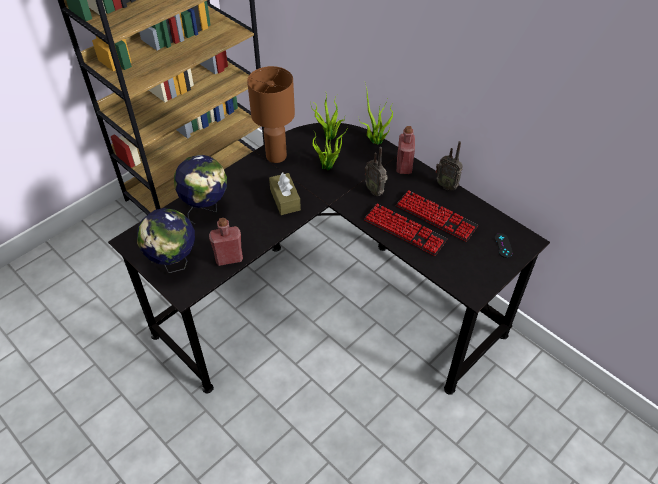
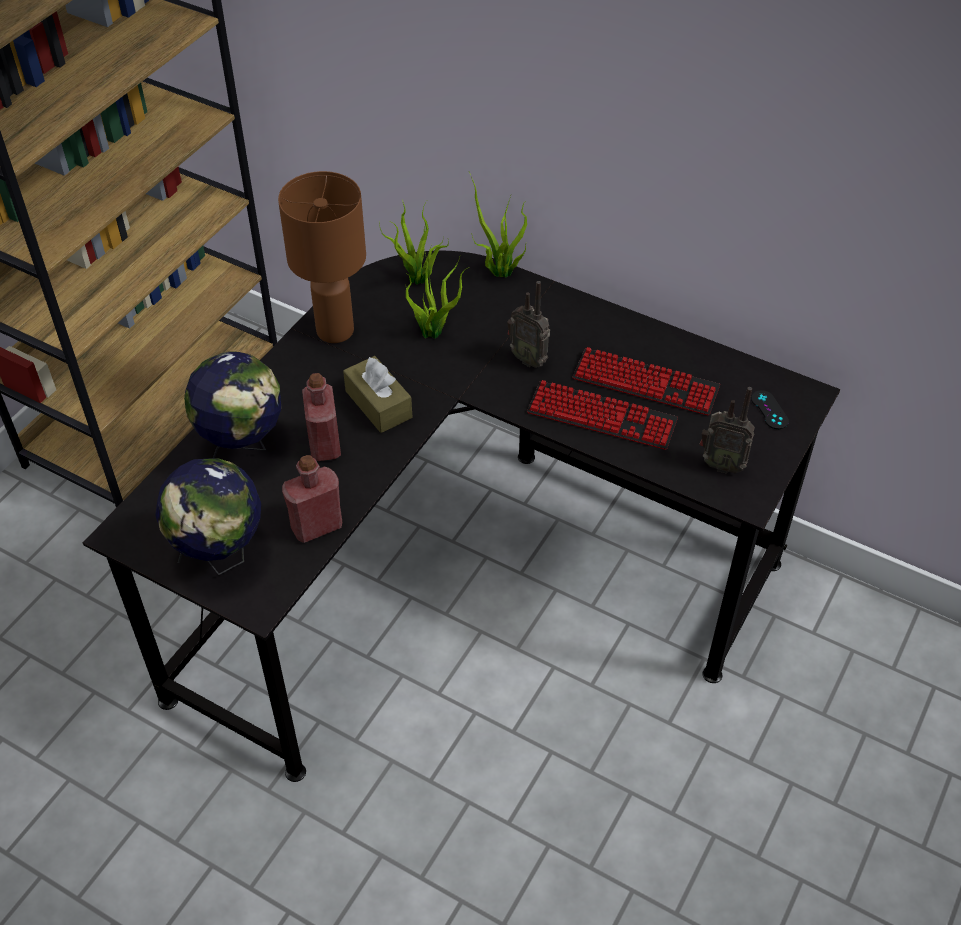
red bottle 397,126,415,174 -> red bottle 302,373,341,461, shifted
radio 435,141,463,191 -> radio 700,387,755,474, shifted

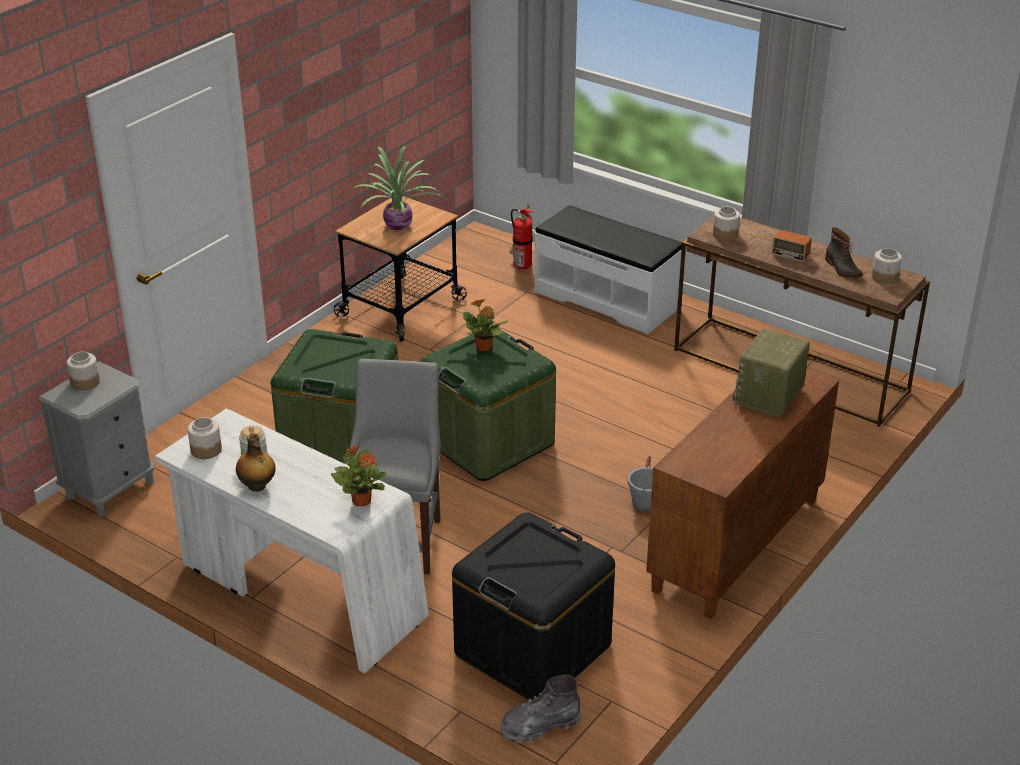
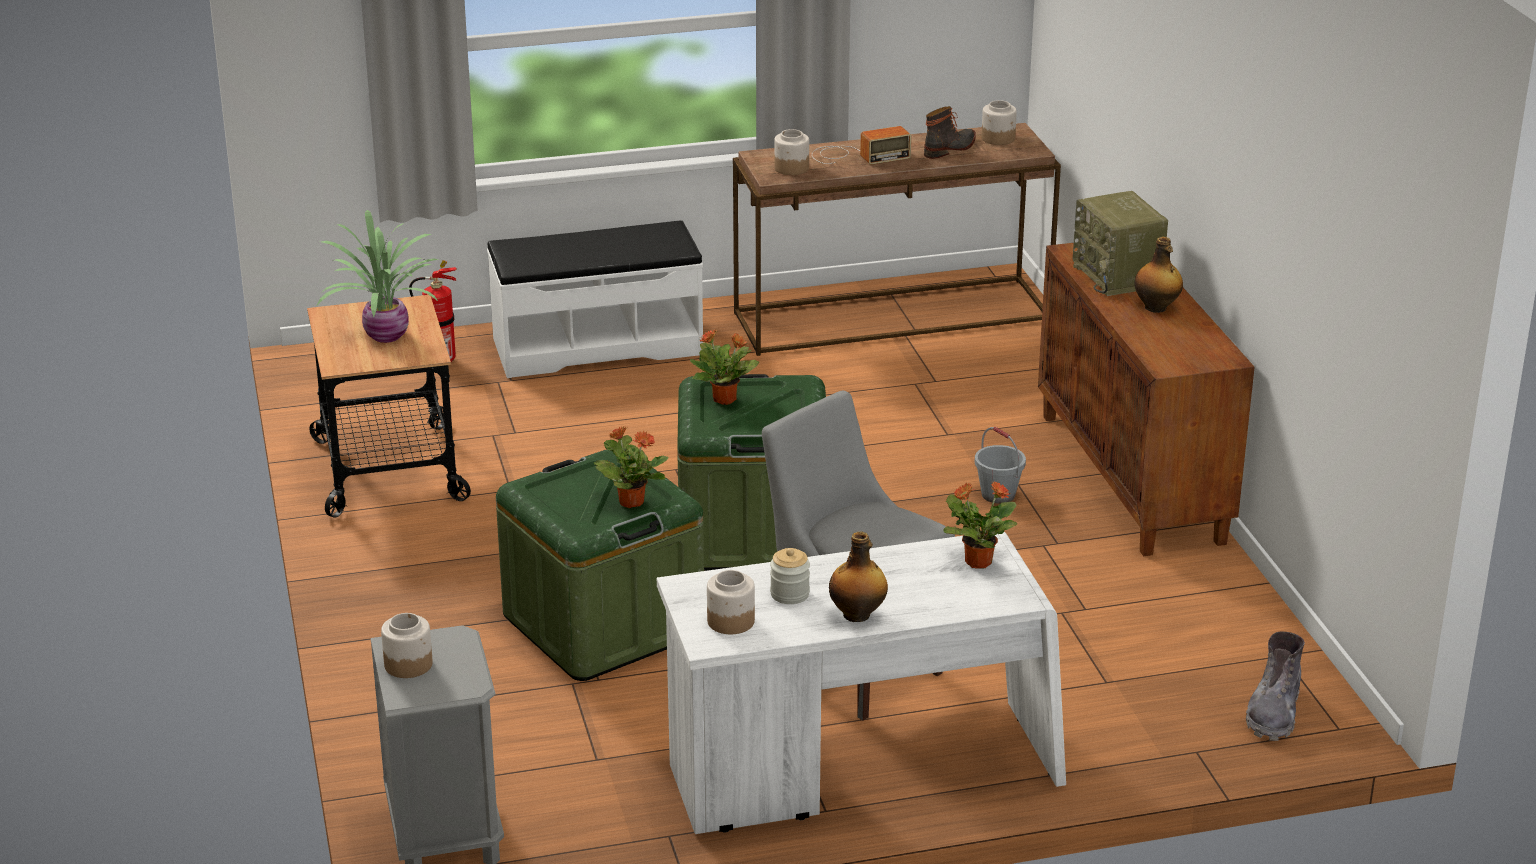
black storage box 452,512,615,700 -> none
none -> potted plant 593,426,668,508
none -> bottle 1135,237,1183,313
boot 825,227,863,277 -> boot 924,106,976,159, 60 degrees counterclockwise

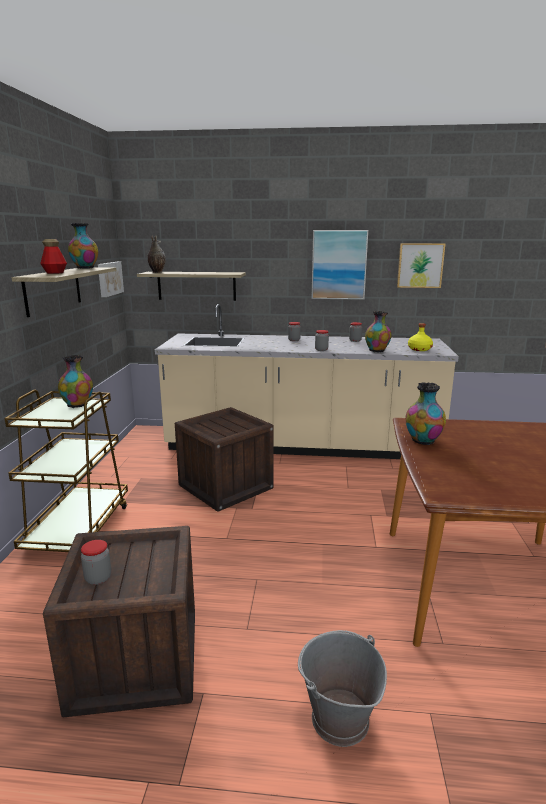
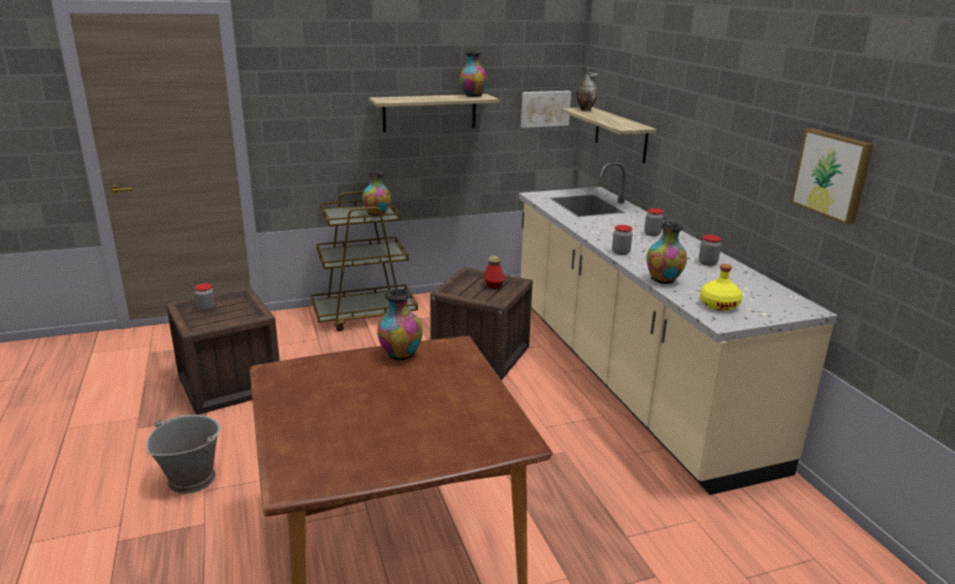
picture 311,230,368,300 -> none
bottle 40,239,67,274 -> bottle 484,255,505,289, shifted

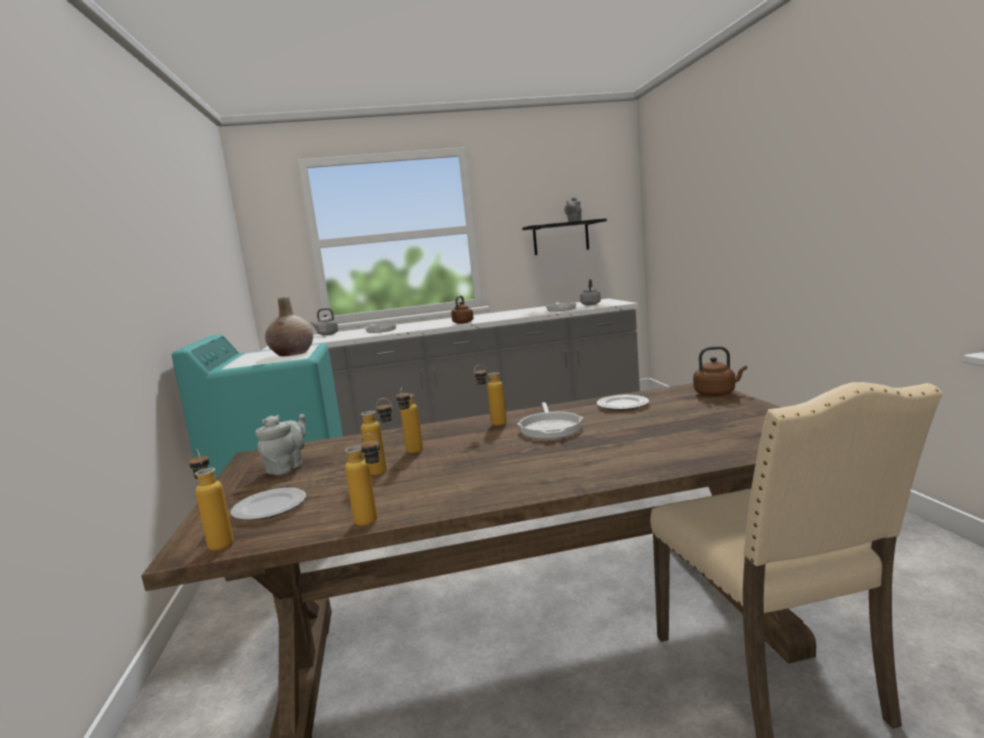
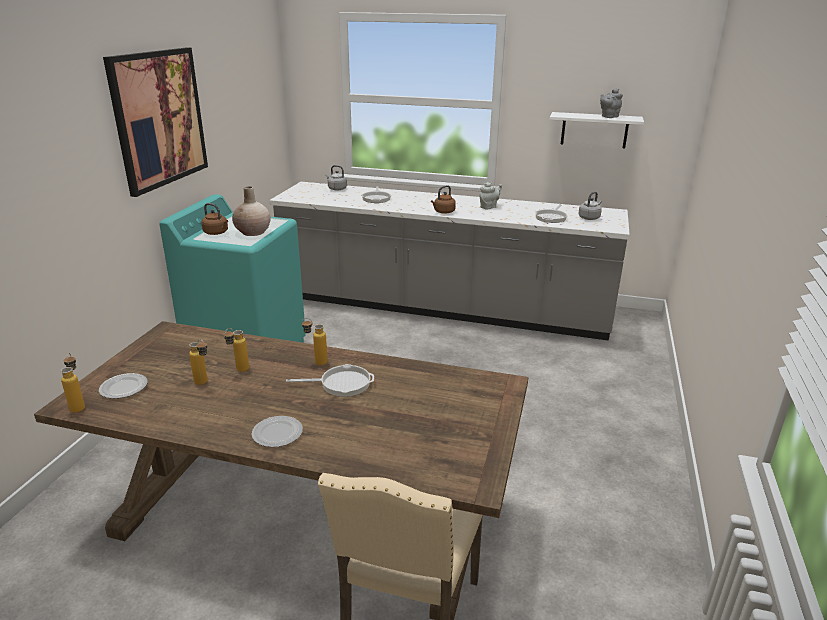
bottle 345,433,380,526 -> none
none -> picture 103,47,208,197
grey teapot 255,414,306,475 -> grey teapot 479,182,502,209, shifted
plate 597,395,649,411 -> plate 252,416,303,447, shifted
brown kettle 693,346,747,396 -> brown kettle 202,203,228,235, shifted
black shelf 522,218,607,255 -> white shelf 550,112,644,148
frying pan 517,402,583,439 -> frying pan 286,364,374,397, 120 degrees counterclockwise

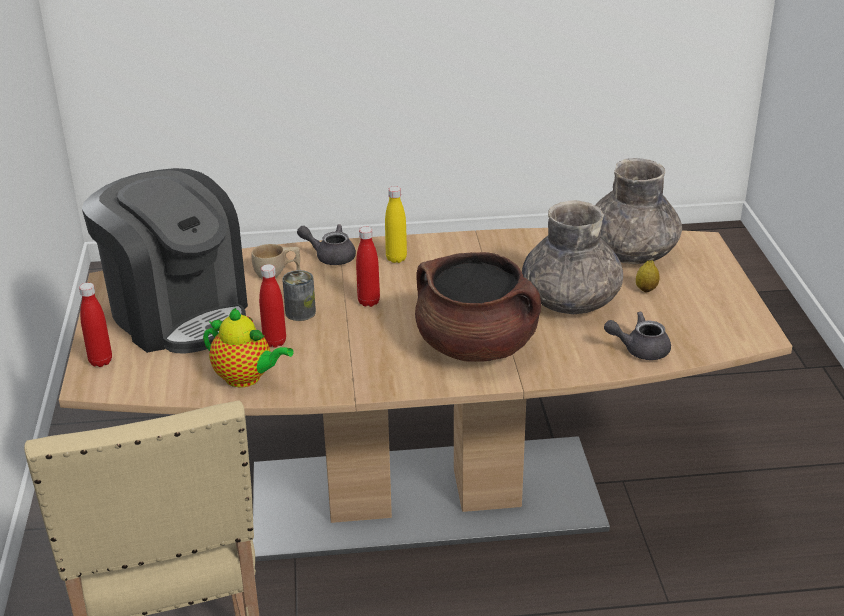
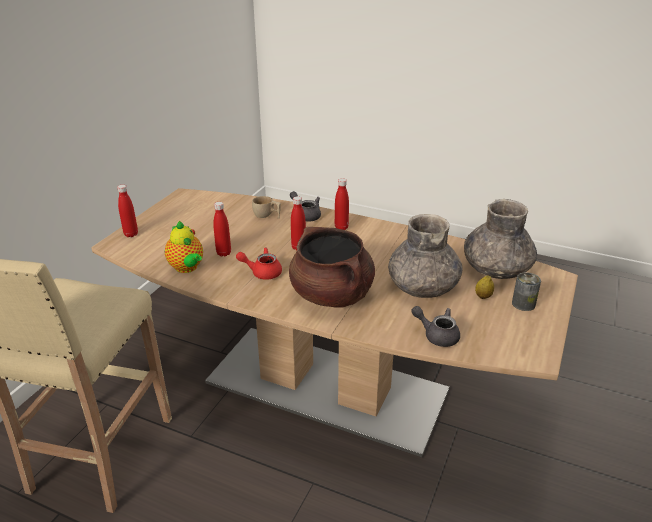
coffee machine 82,168,248,354 -> none
none -> red teapot 236,248,282,280
can 282,270,316,321 -> can 512,272,541,311, shifted
yellow bottle 385,186,407,263 -> red bottle 335,178,349,230

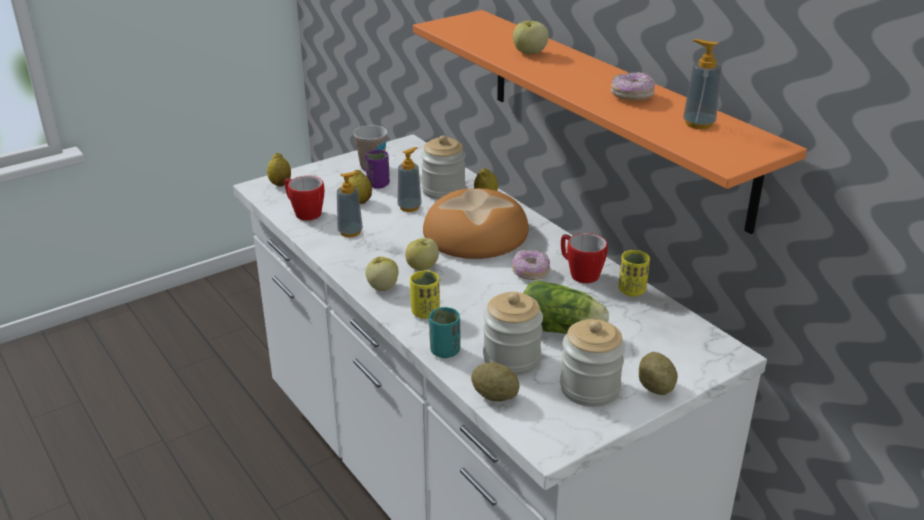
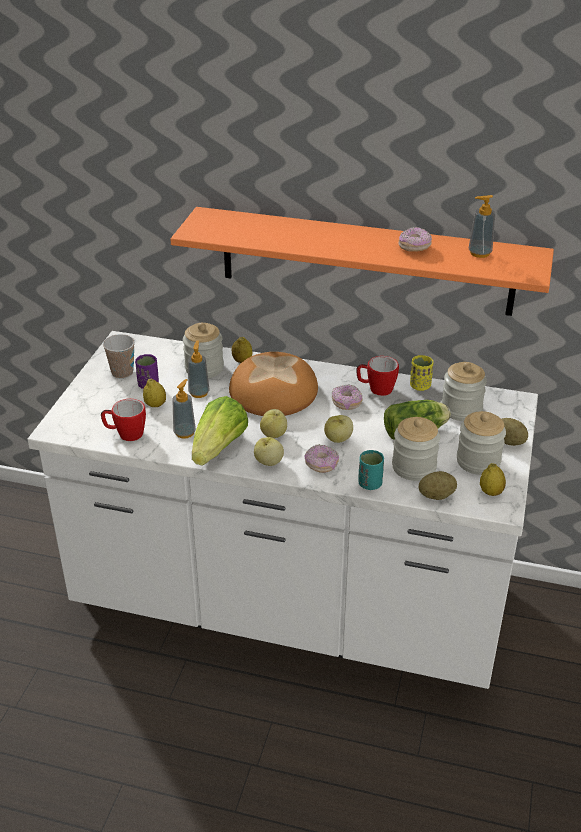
none -> lettuce 192,396,248,466
none -> jar 441,362,487,421
lemon 267,153,291,187 -> lemon 480,463,506,496, shifted
apple 513,21,549,54 -> apple 324,415,353,443, shifted
yellow cup 410,270,440,319 -> donut 304,444,339,473

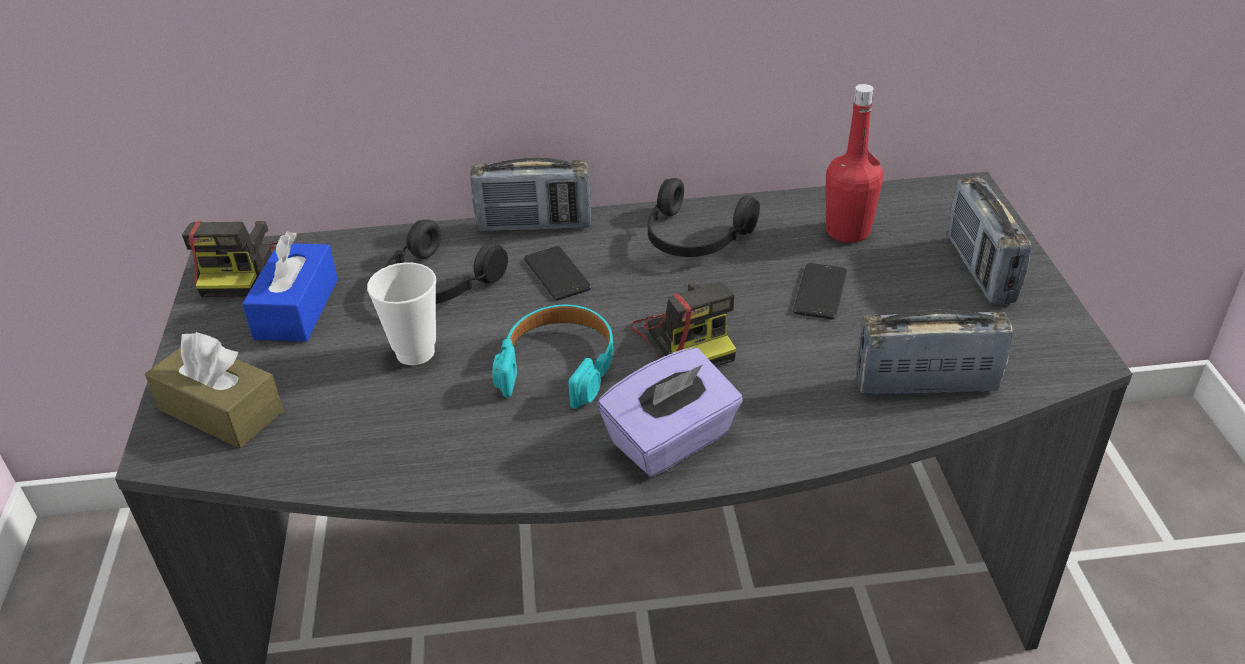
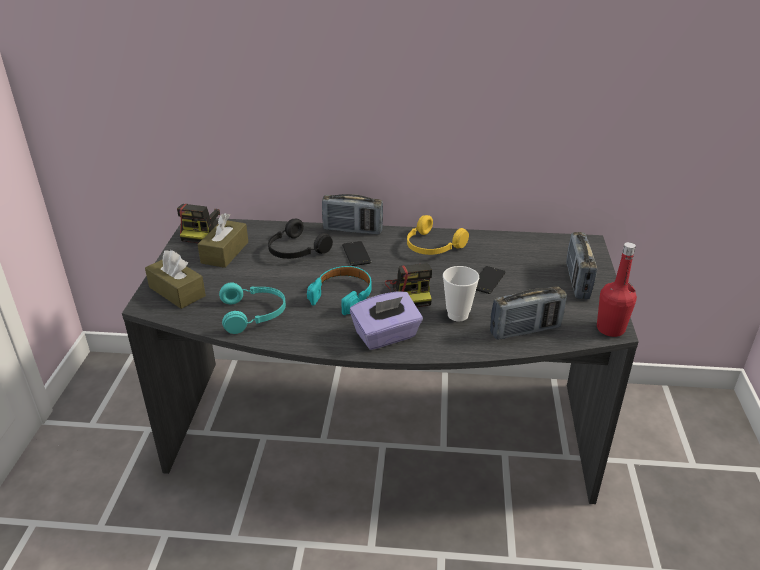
none -> turquoise headphones 219,283,286,334
cup 367,262,436,365 -> cup 443,266,479,321, shifted
red bottle 826,84,883,243 -> red bottle 597,242,637,337, shifted
blue tissue box 242,231,338,342 -> brown tissue box 198,213,248,268
black headphones 648,178,760,257 -> yellow headphones 407,215,469,255
radio 856,310,1013,395 -> radio 490,286,567,340, 150 degrees clockwise

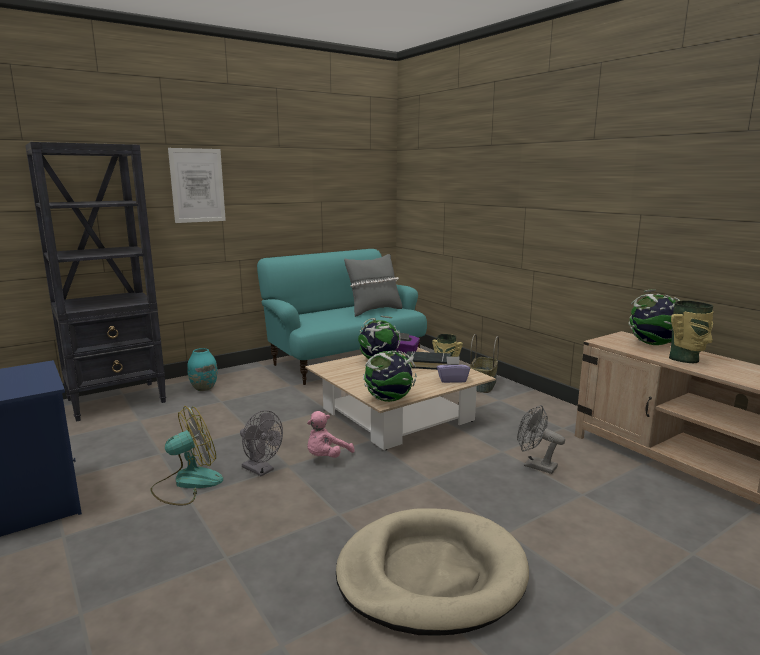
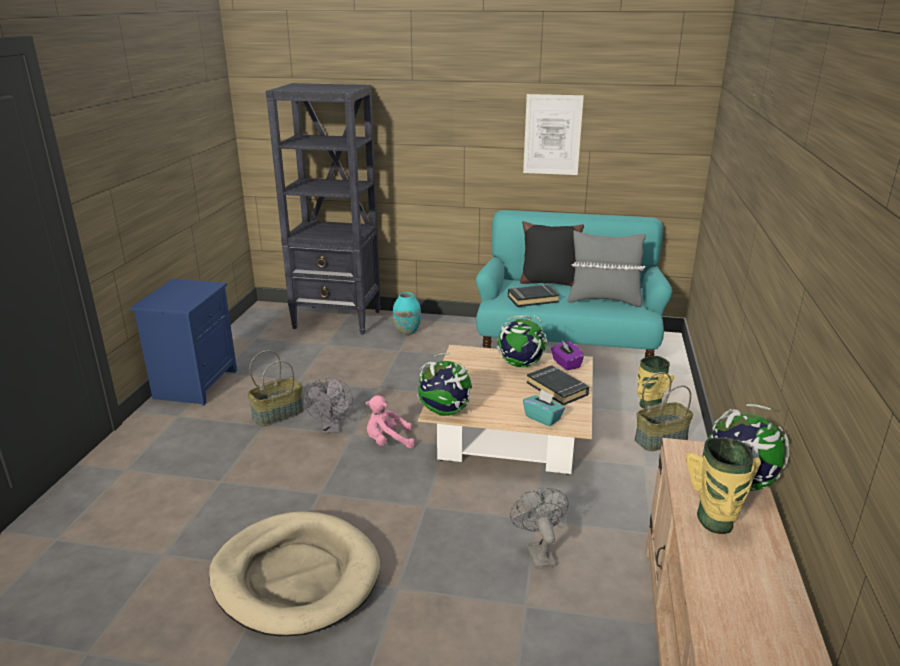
none -> black book 508,285,560,307
none -> black pillow 520,221,584,286
picture 168,148,226,223 -> picture 523,94,584,175, shifted
fan 150,406,223,506 -> basket 247,350,304,426
purple tissue box 437,356,470,383 -> turquoise tissue box 523,389,565,426

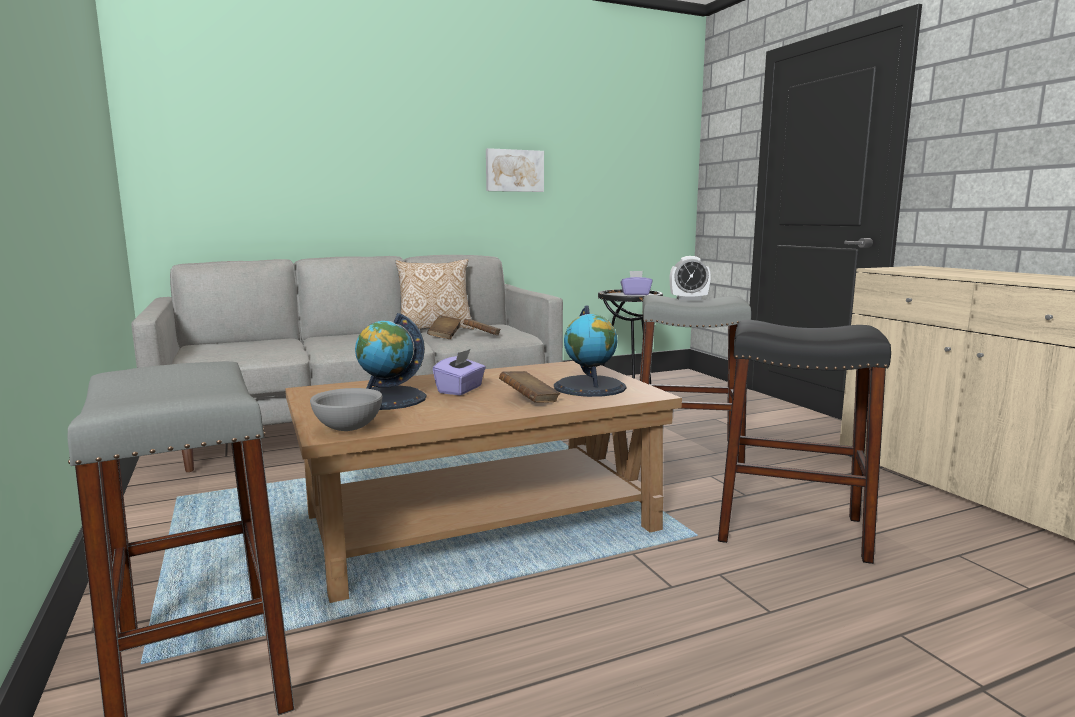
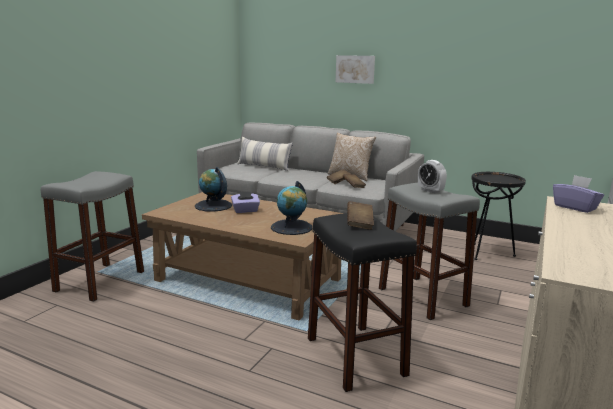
grey bowl 310,388,382,431 -> none
none -> pillow 237,137,293,171
picture 486,148,544,192 -> picture 336,55,375,84, shifted
brown book 499,371,560,403 -> brown book 347,201,374,230, shifted
purple tissue box 620,271,652,295 -> purple tissue box 553,175,604,213, shifted

